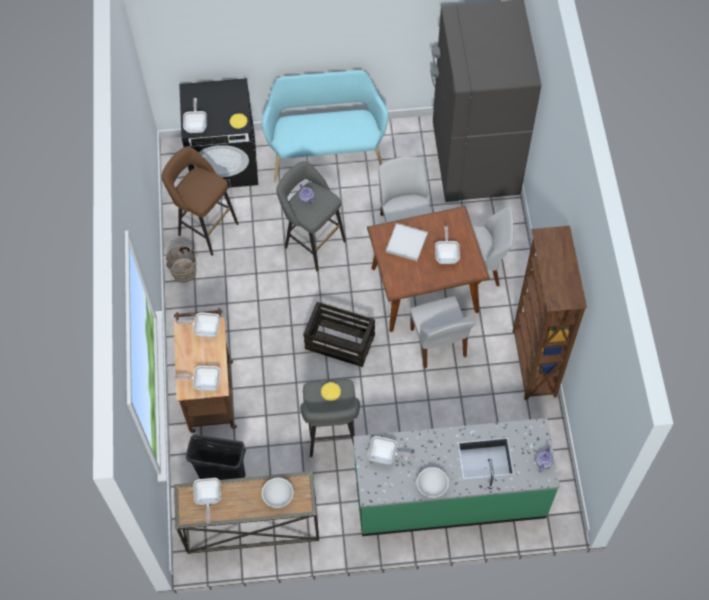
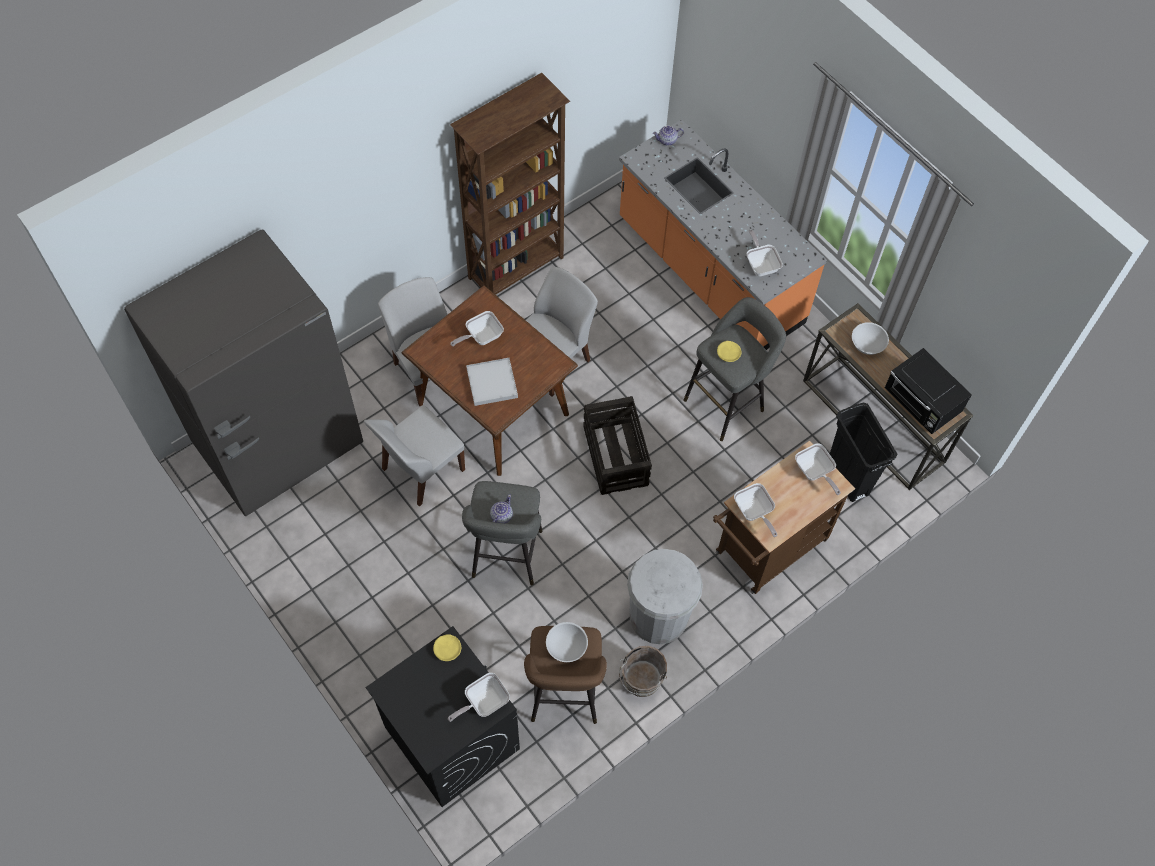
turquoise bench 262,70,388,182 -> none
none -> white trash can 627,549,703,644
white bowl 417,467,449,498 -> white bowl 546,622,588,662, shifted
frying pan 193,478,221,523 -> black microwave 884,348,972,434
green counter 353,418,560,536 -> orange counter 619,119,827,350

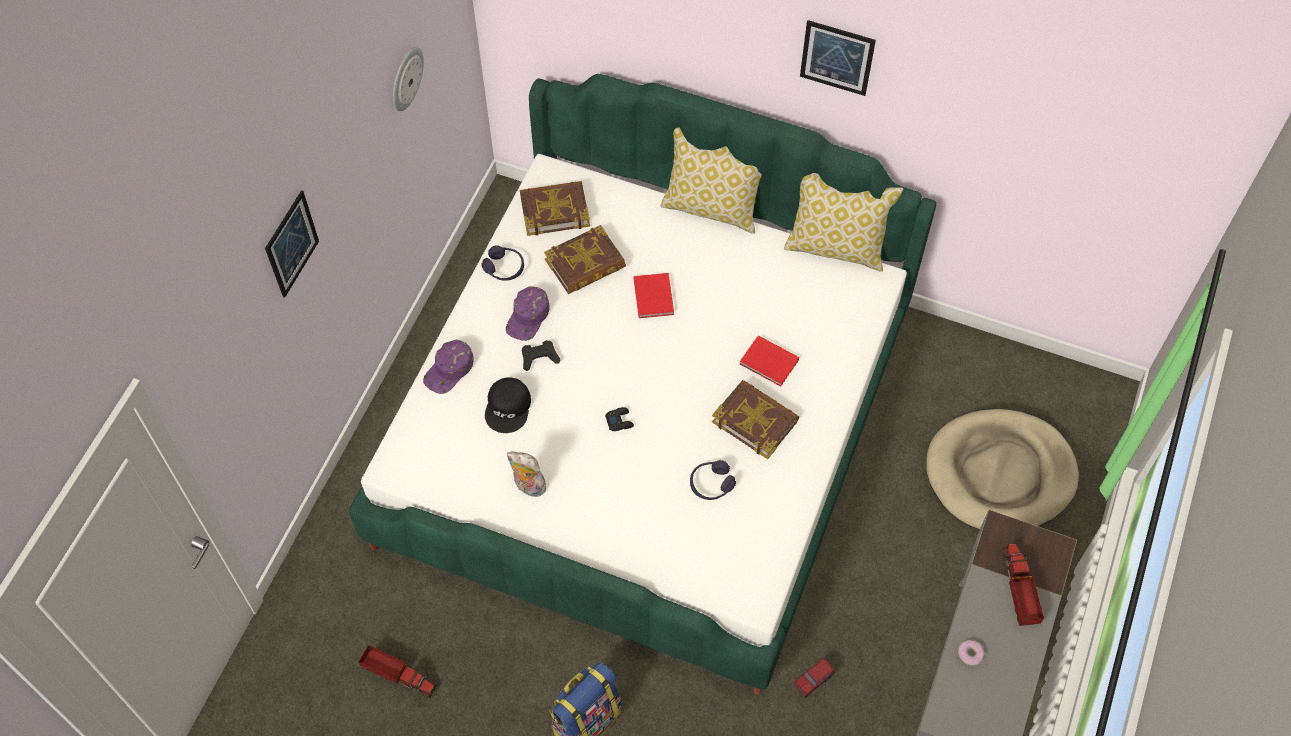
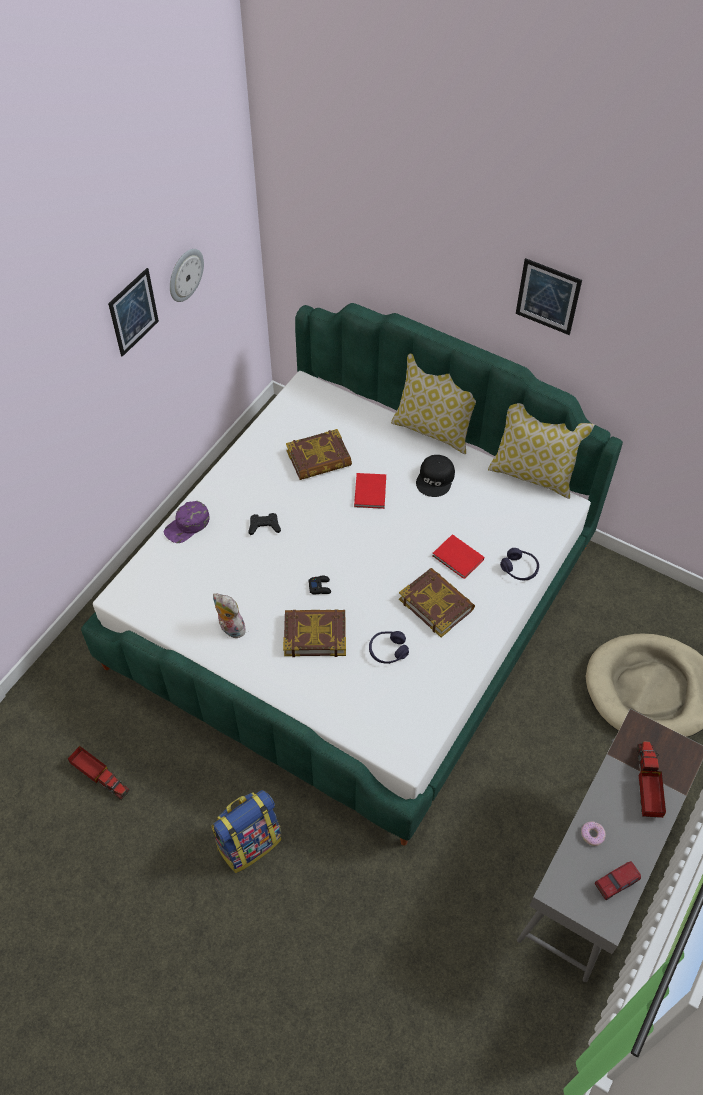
purple cap 506,286,550,341 -> none
picture 265,190,319,298 -> picture 108,268,159,357, shifted
purple headphones 482,245,524,281 -> purple headphones 500,548,539,580, shifted
black cap 485,377,531,433 -> black cap 416,455,455,497, shifted
book 520,181,590,236 -> book 283,609,346,657, shifted
toy truck 794,658,835,697 -> toy truck 595,861,641,900, shifted

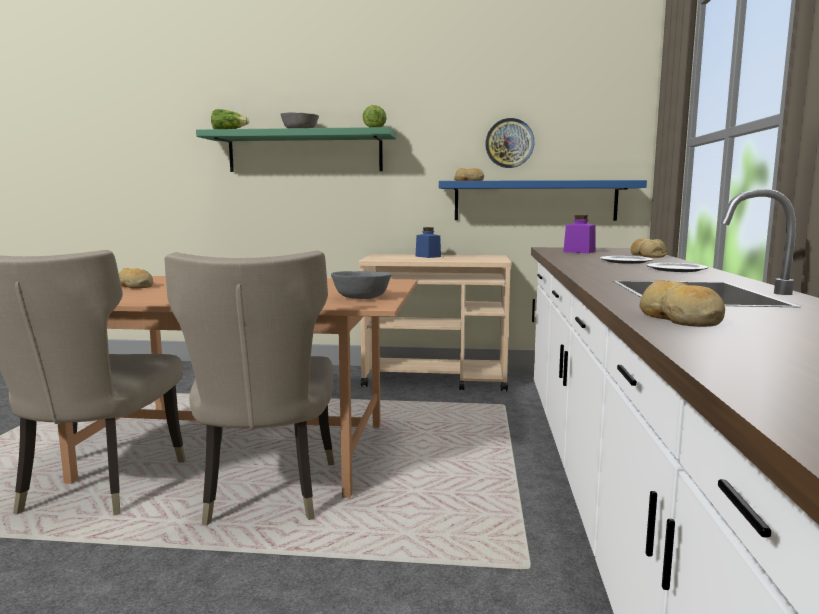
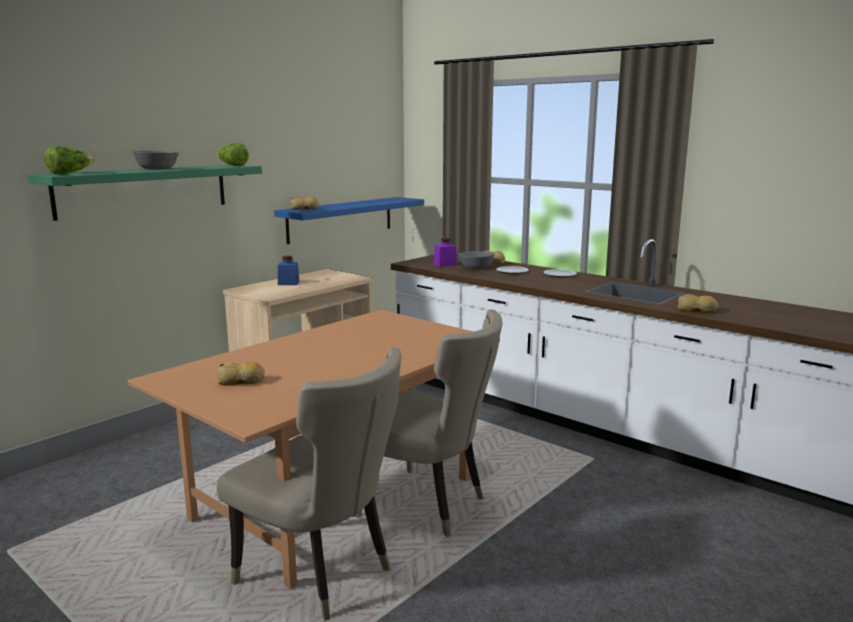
wall clock 485,118,535,168 -> none
grey bowl 331,271,391,299 -> grey bowl 459,251,495,269, shifted

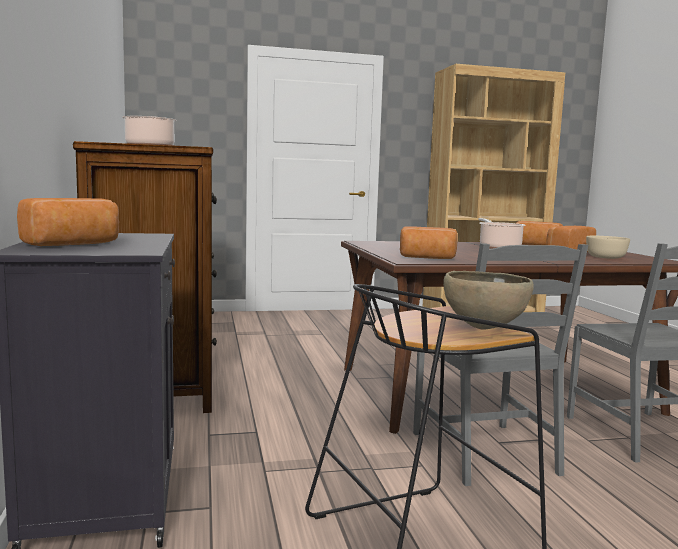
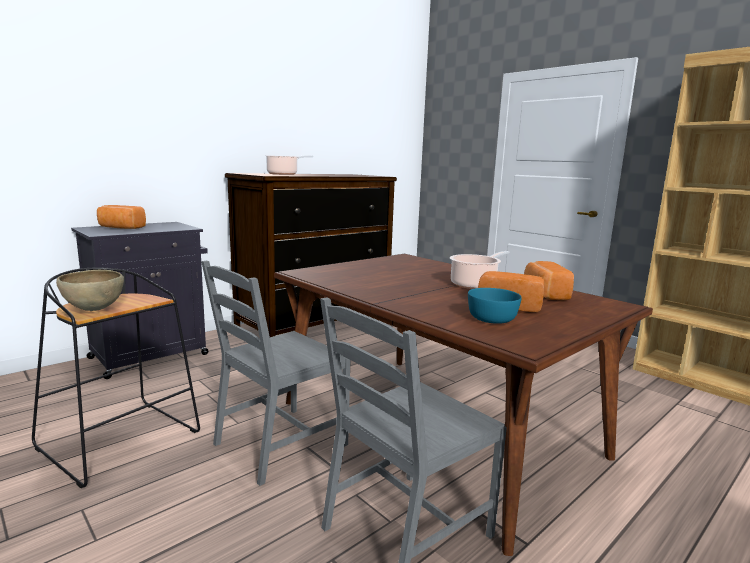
bread 400,226,458,259 -> none
beige bowl 586,236,630,259 -> turquoise bowl 468,288,522,324

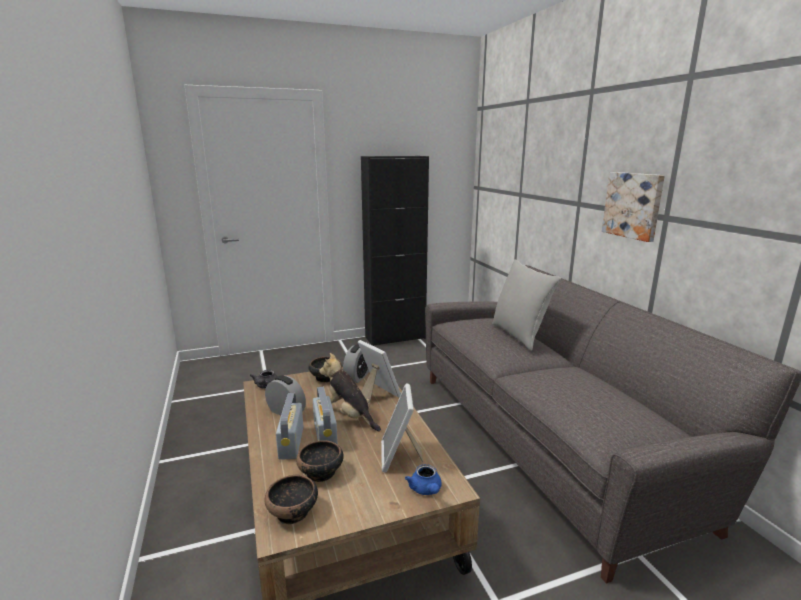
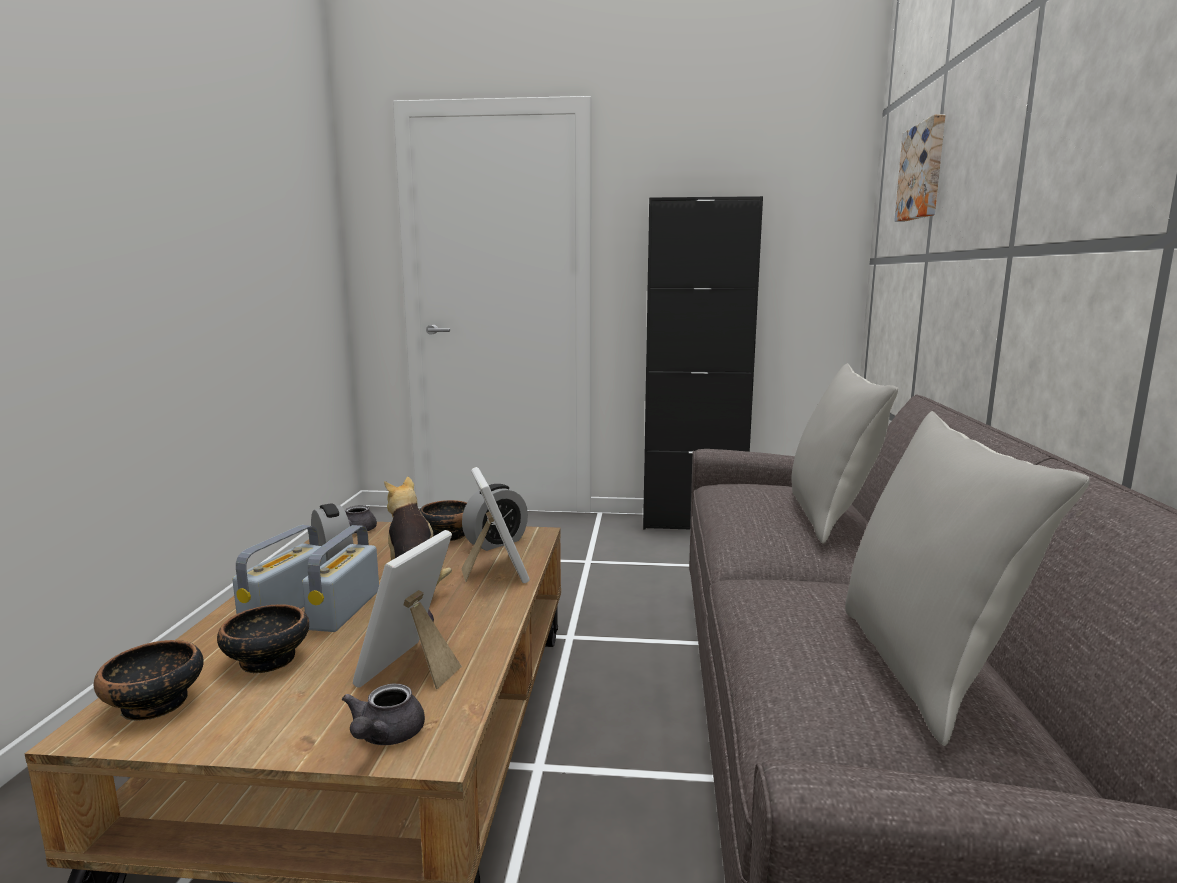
none -> grey pillow 845,411,1090,746
picture 602,172,665,242 -> picture 894,114,946,222, shifted
blue teapot 405,464,442,495 -> grey teapot 342,684,425,745

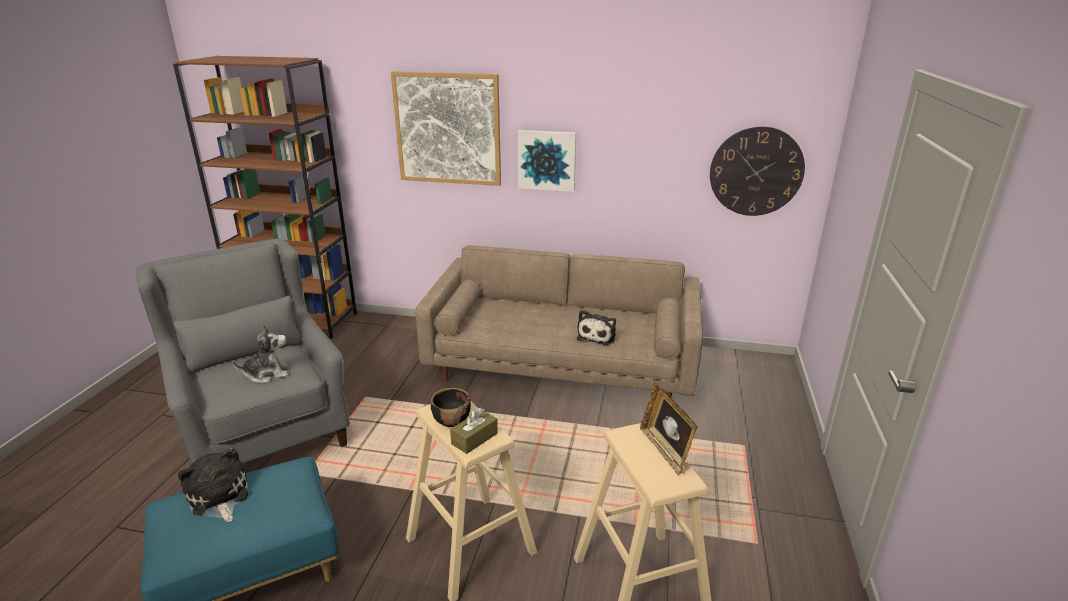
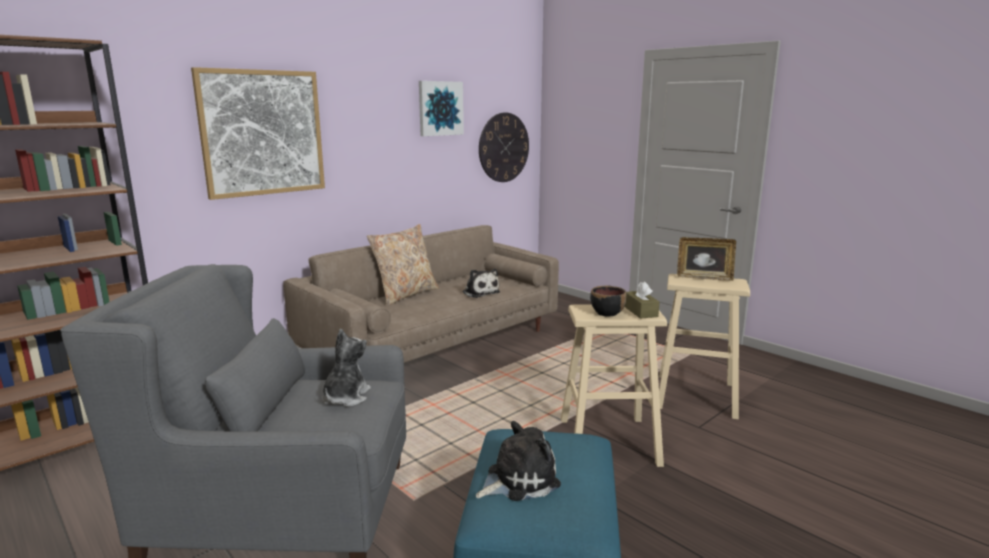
none -> beige pillow 367,224,439,306
picture 517,130,576,192 -> picture 419,81,464,136, shifted
plush toy 178,448,248,522 -> plush toy 476,421,561,501, 150 degrees clockwise

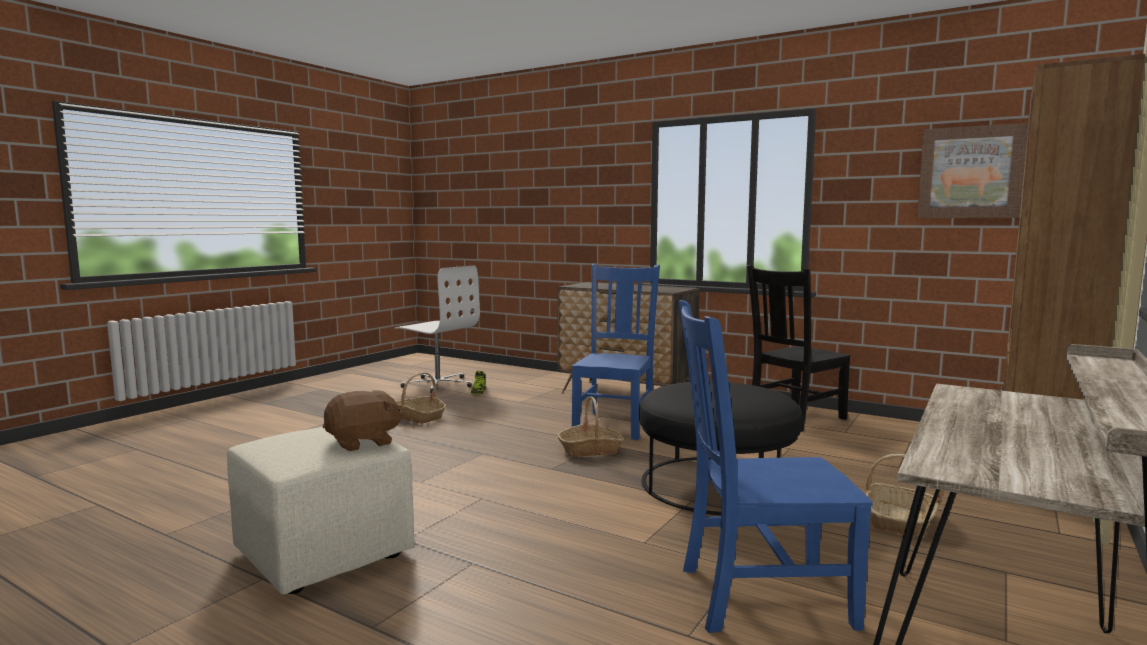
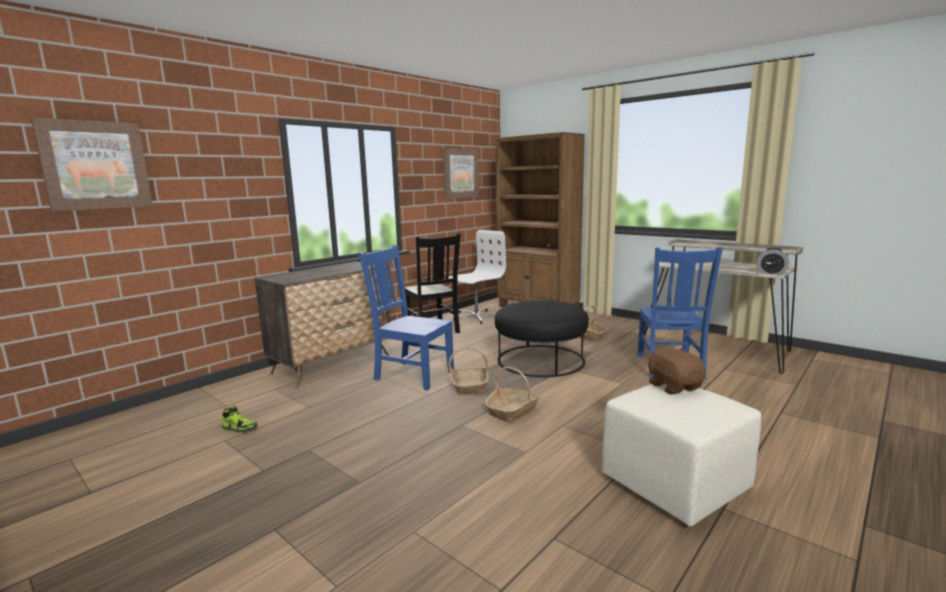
none -> picture 31,118,153,211
none -> alarm clock 757,248,789,275
white office chair 395,266,480,393 -> white office chair 449,230,506,324, shifted
basket 396,372,446,424 -> basket 485,367,540,423, shifted

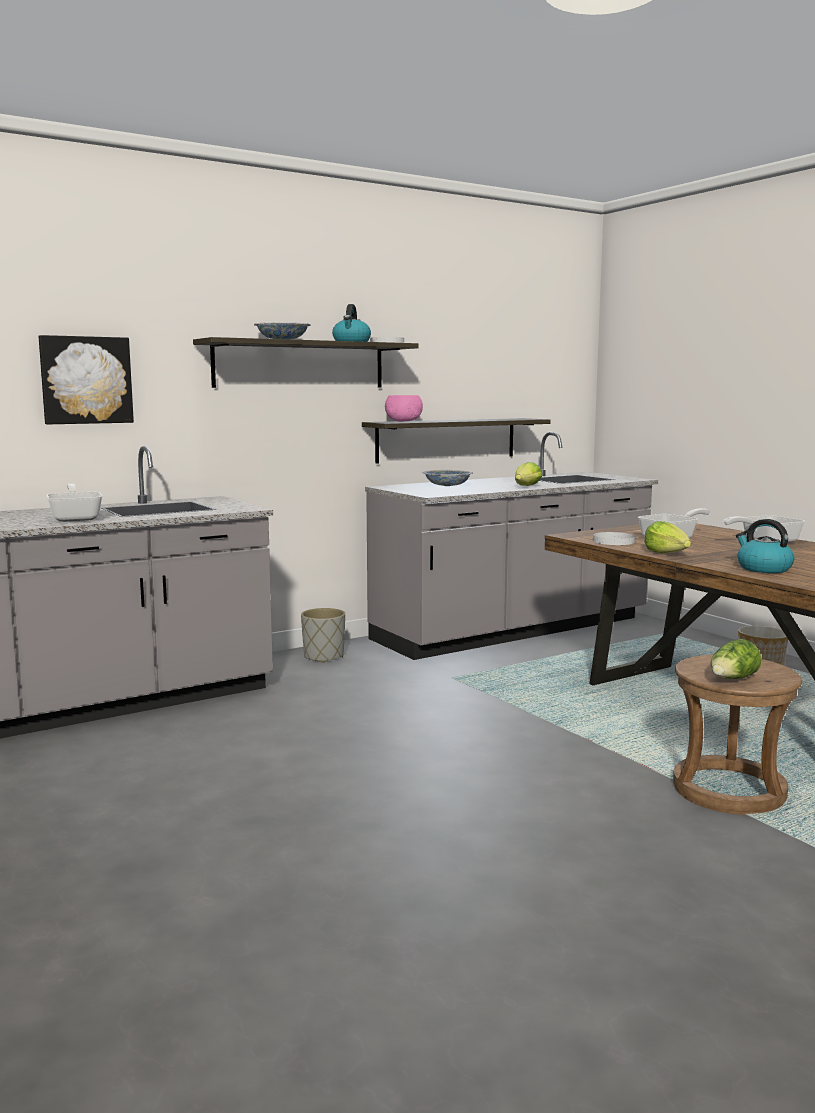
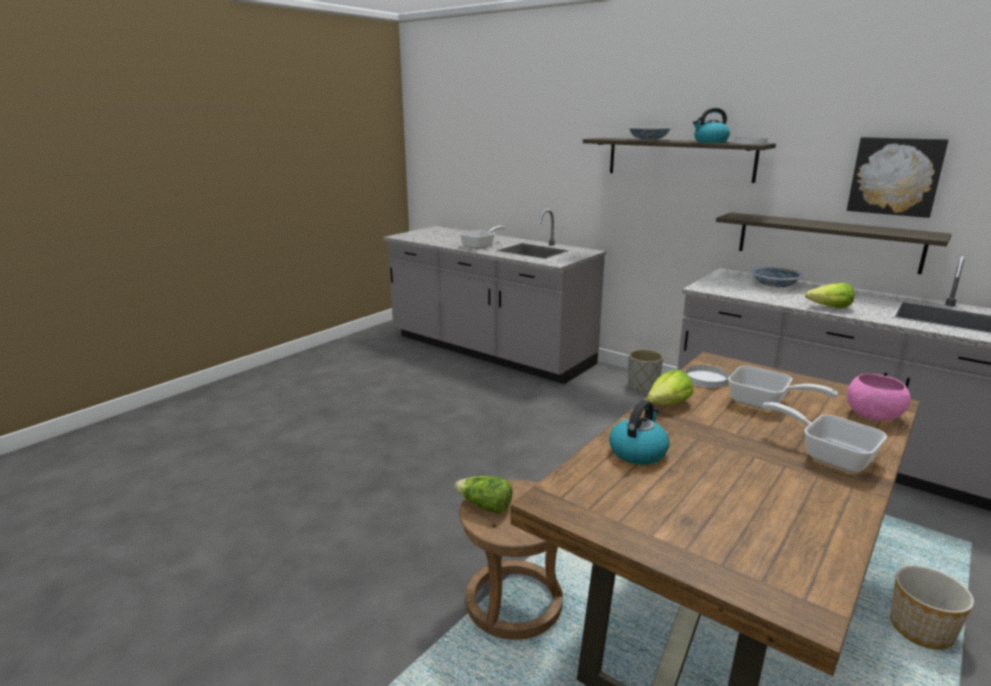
picture 39,335,134,424 -> picture 847,137,949,218, shifted
pink bowl 385,395,423,422 -> pink bowl 847,373,911,421, shifted

